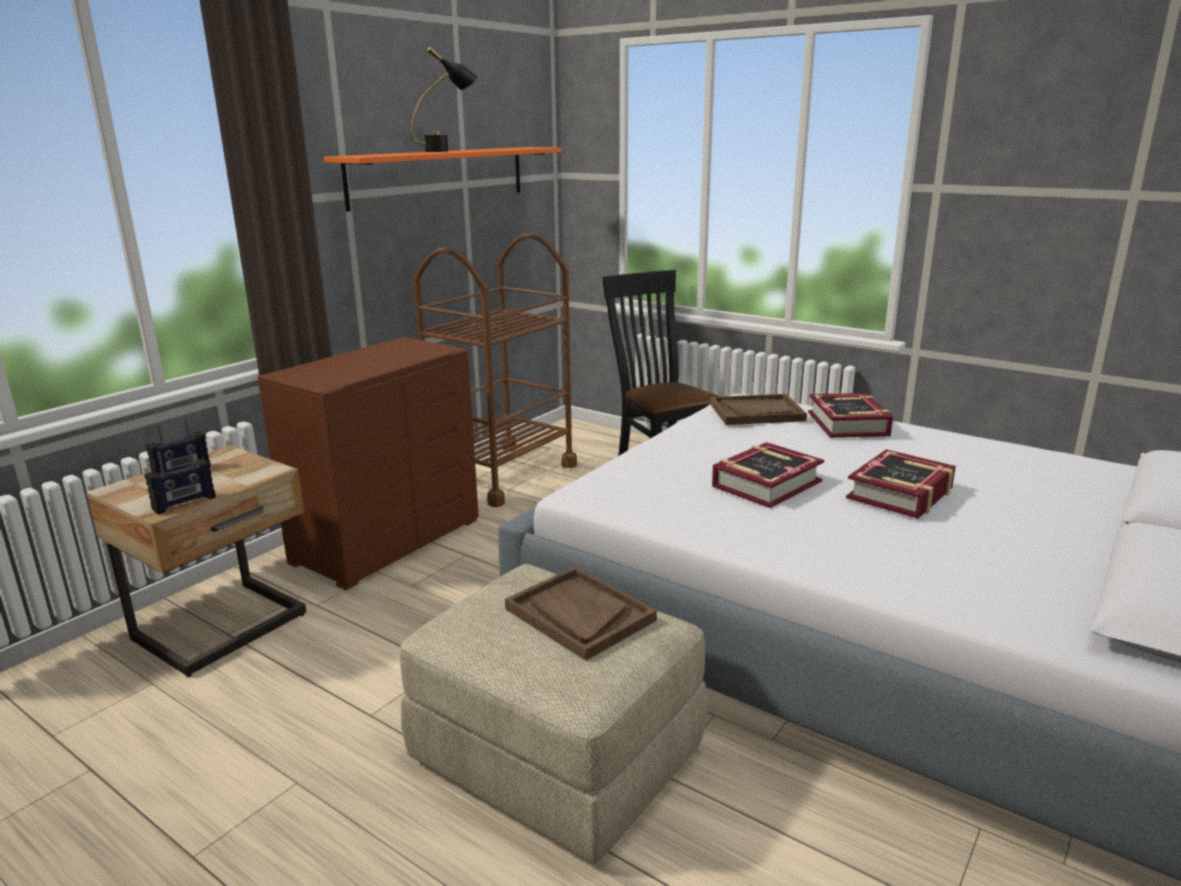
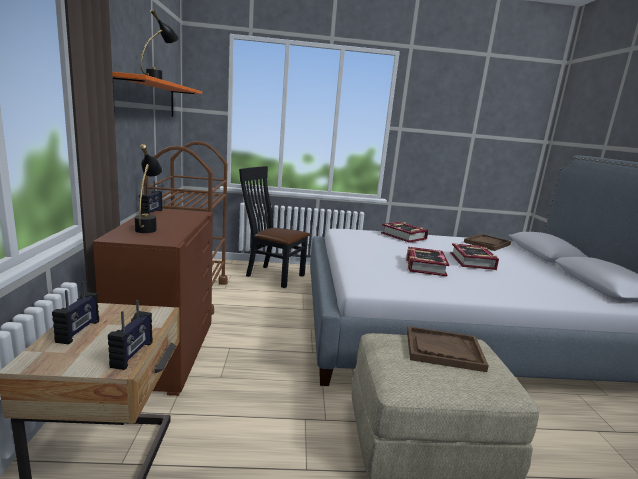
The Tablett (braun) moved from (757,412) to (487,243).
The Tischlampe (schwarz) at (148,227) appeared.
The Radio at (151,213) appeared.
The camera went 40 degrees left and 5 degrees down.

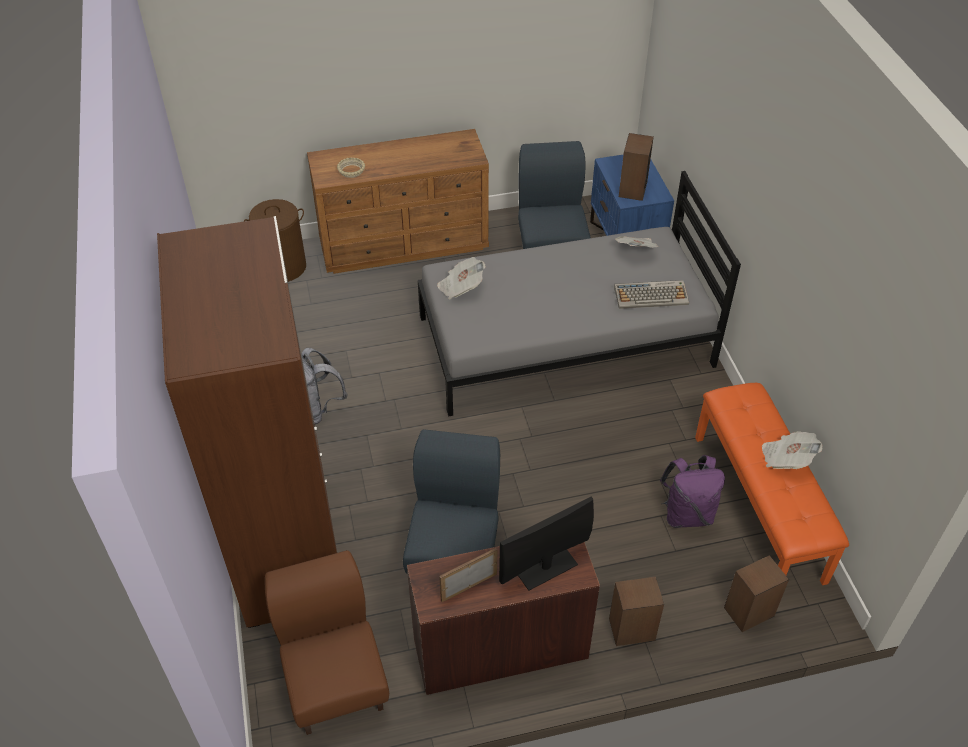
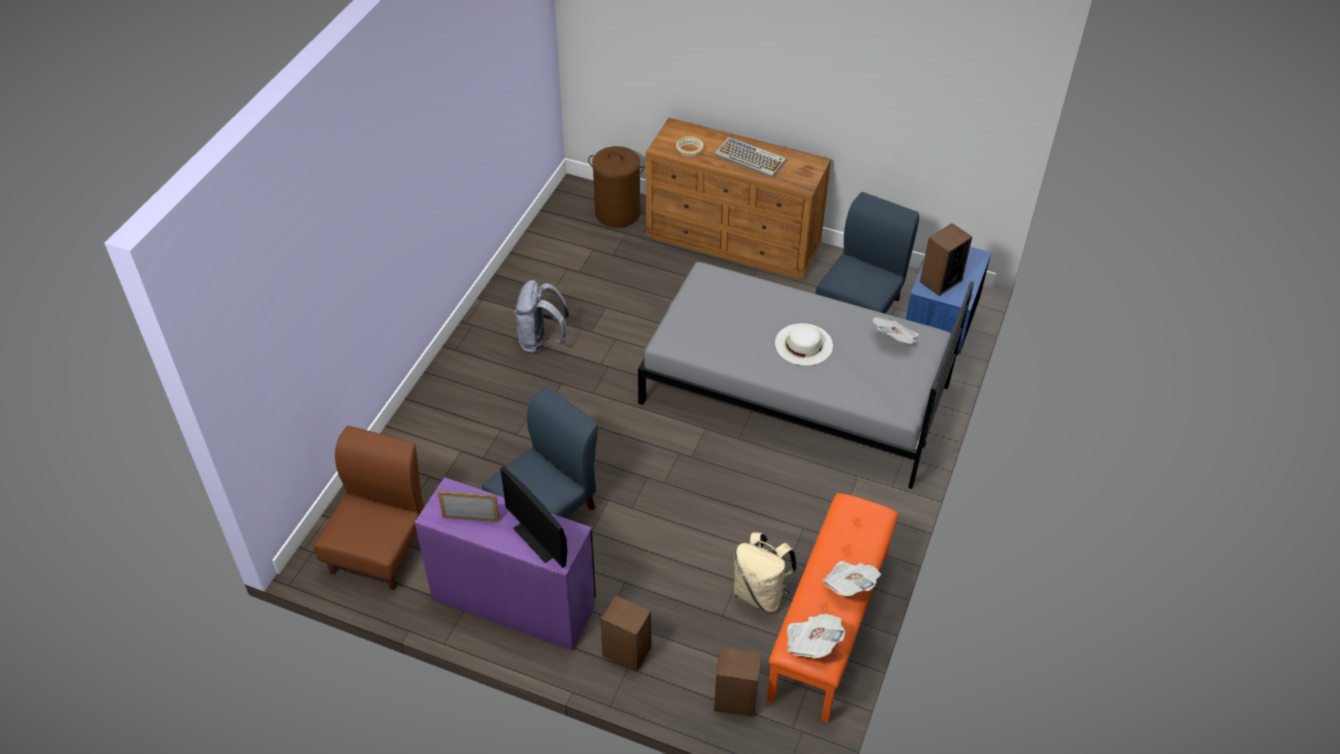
The Kleiderschrank (braun) at (287,546) disappeared.
The Schreibtisch (braun) at (499,648) became the Schreibtisch (lila) at (514,600).
The Zeitung moved from (461,287) to (812,643).
The Monitor at (546,567) turned 135 degrees counterclockwise.
The Tastatur moved from (651,295) to (751,158).
The Rucksack (lila) at (687,514) became the Rucksack (beige) at (760,593).
The Hut (weiß) at (803,344) appeared.
The camera went 35 degrees right and 0 degrees up.

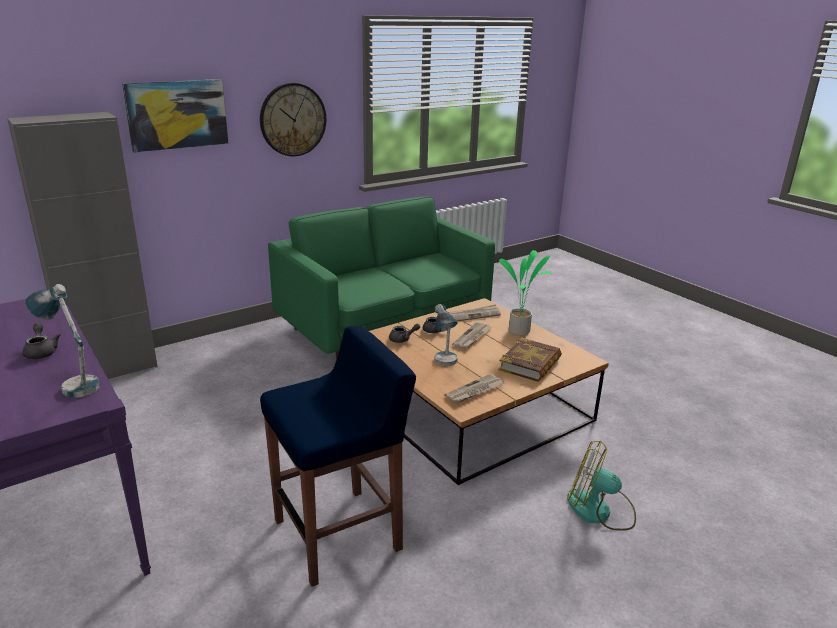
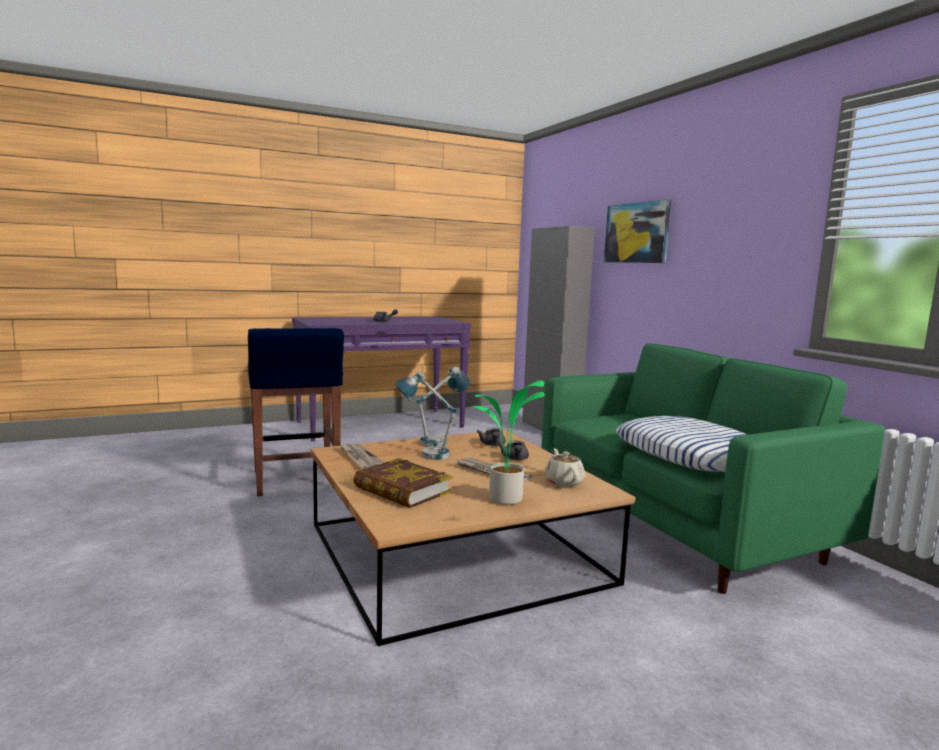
The Tischlampe moved from (73,383) to (441,441).
The Wanduhr at (293,120) disappeared.
The Zeitung at (474,315) was replaced by the Teekanne (beige) at (563,481).
The Ventilator at (599,511) disappeared.
The Kissen at (691,454) appeared.
The camera went 100 degrees right and 15 degrees down.

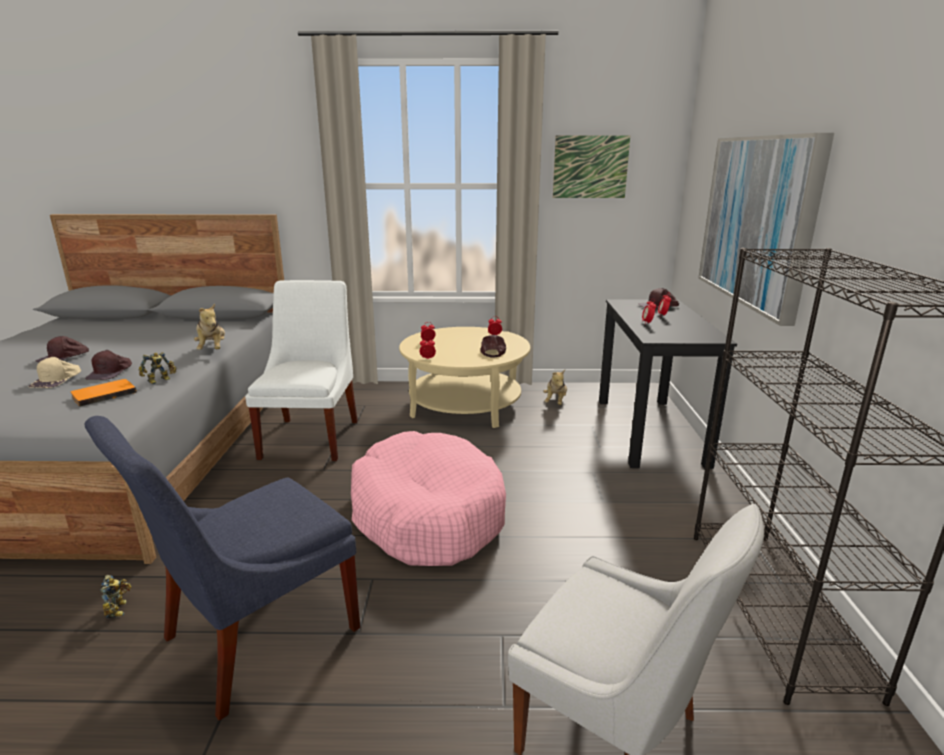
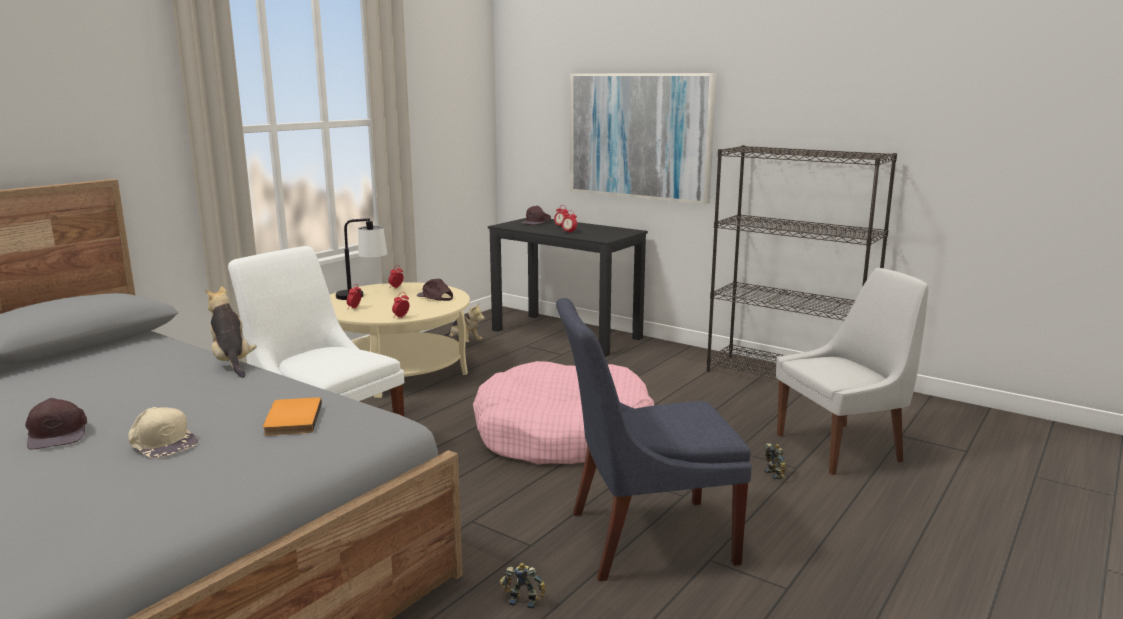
The Stuhl (blau) at (253,637) turned 90 degrees clockwise.
The Kappe (braun) at (111,372) disappeared.
The Spielzeugroboter moved from (160,380) to (776,474).
The Plüschtier at (213,349) turned 135 degrees counterclockwise.
The Bild at (590,167) disappeared.
The Tischlampe at (362,296) appeared.
The camera went 55 degrees left and 5 degrees down.

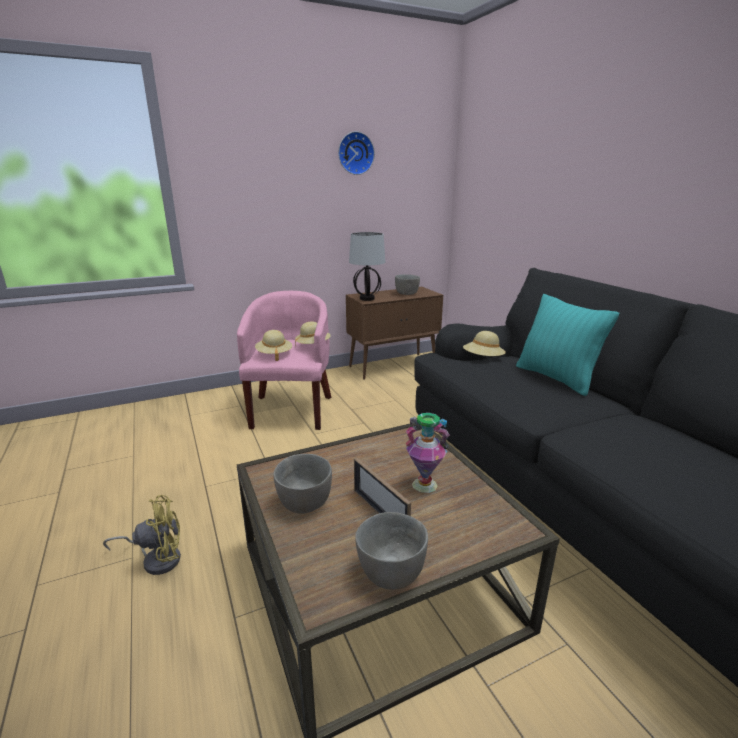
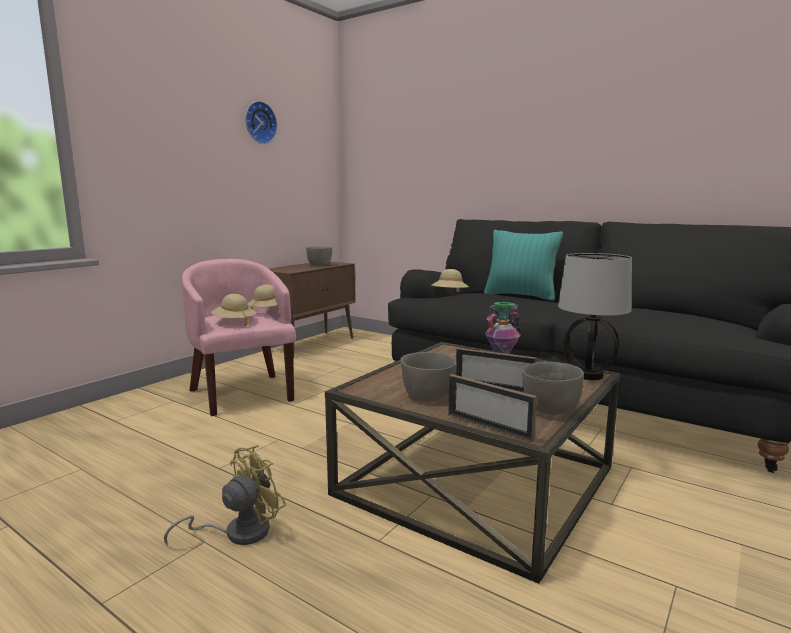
The Tischlampe moved from (367,298) to (588,375).
The Bilderrahmen at (488,427) appeared.
The camera went 30 degrees left and 10 degrees down.

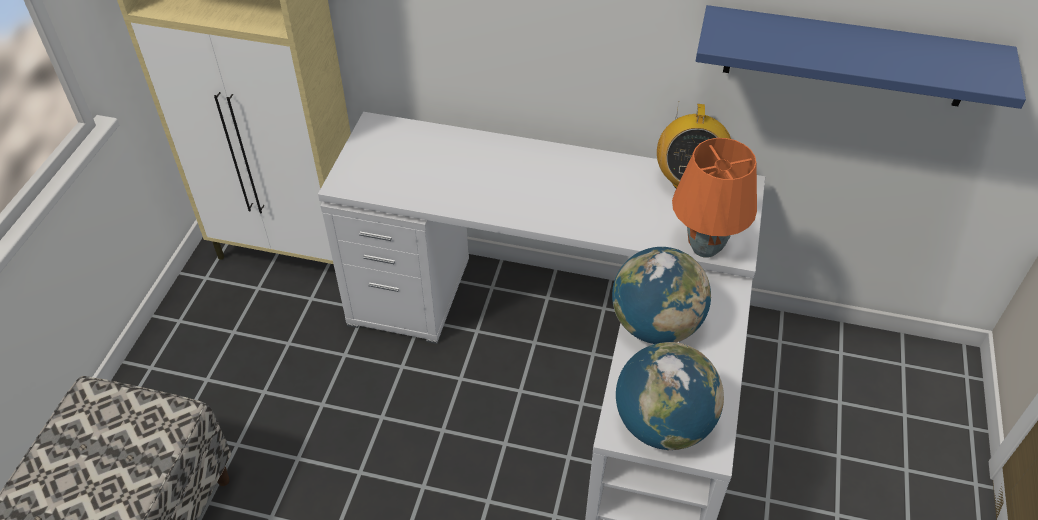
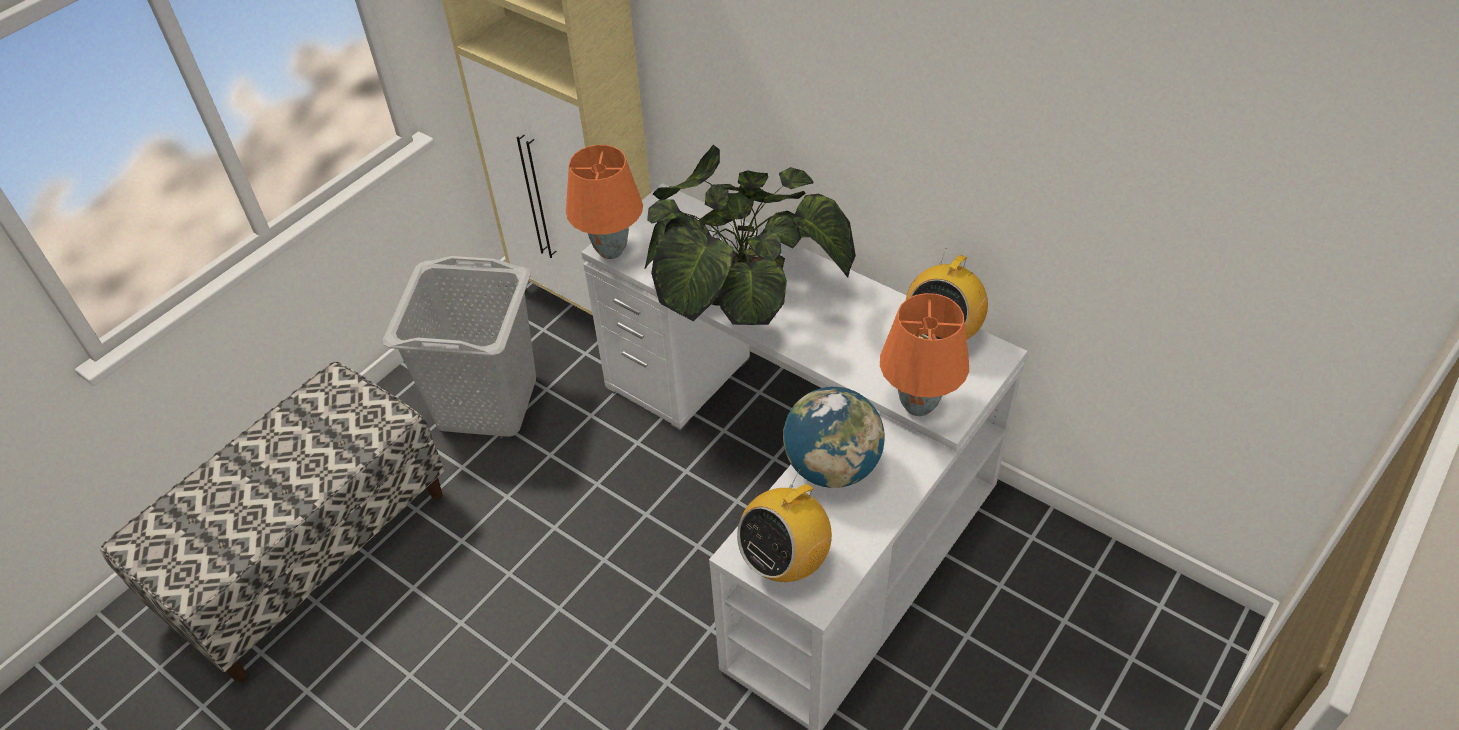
The Globus at (662,424) was replaced by the Radio at (785,561).
The Wandregal (blau) at (847,57) disappeared.
The Wäschekorb (grau) at (488,402) appeared.
The Tischlampe (orange) at (610,251) appeared.
The Topfpflanze at (740,290) appeared.
The camera went 25 degrees right and 0 degrees up.

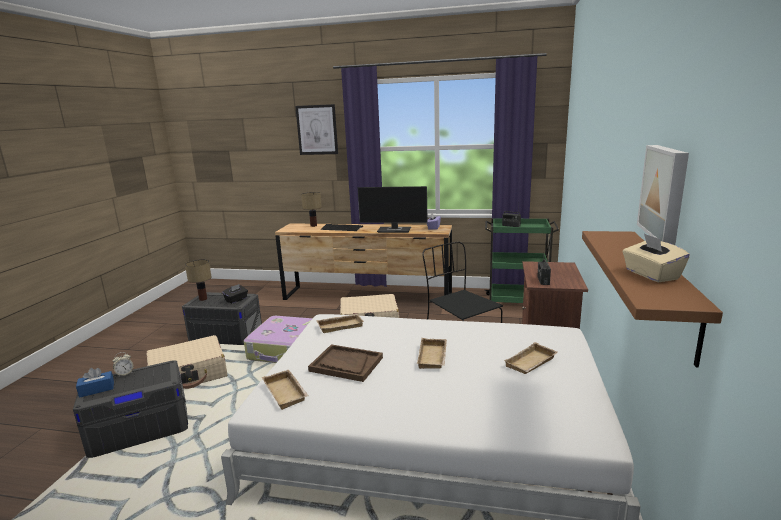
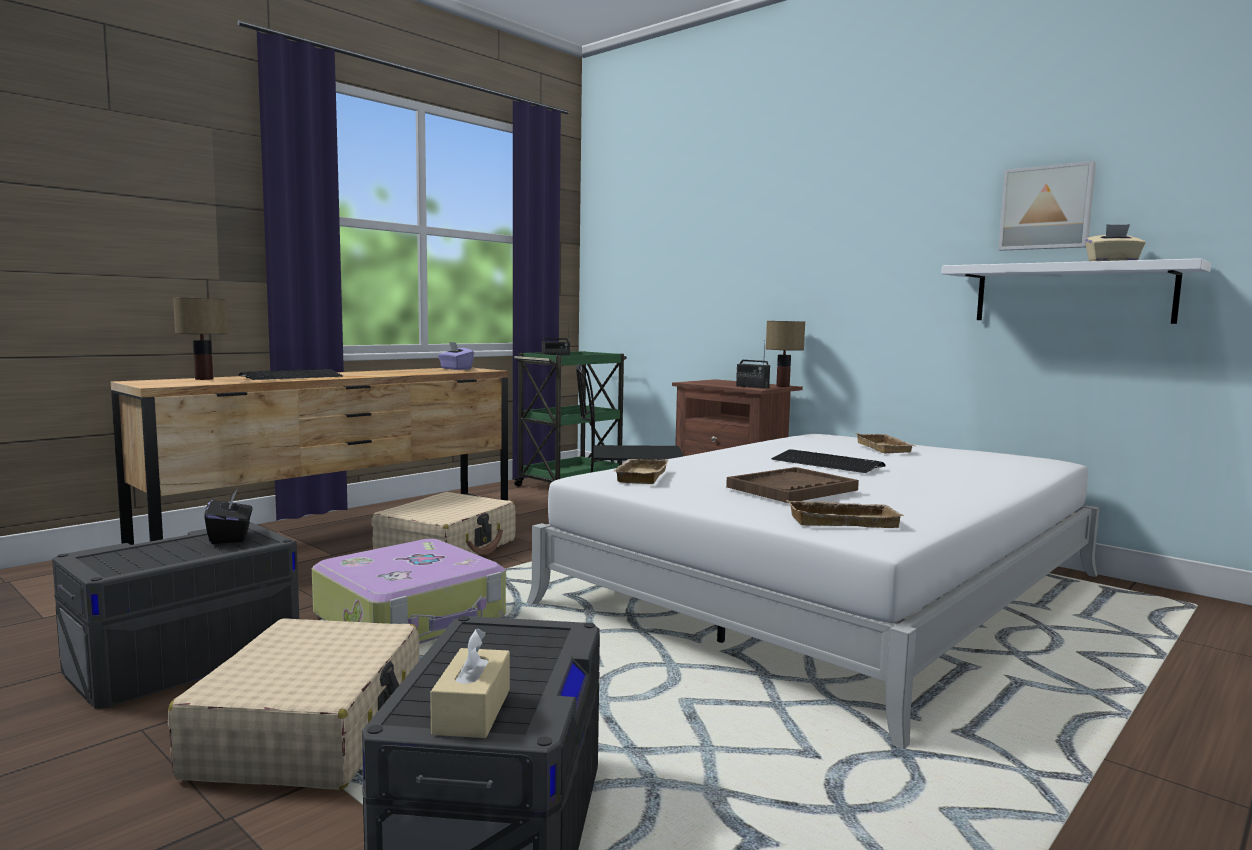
The Taschentuchbox (blau) at (97,389) became the Taschentuchbox (beige) at (472,711).
The Wecker at (125,373) disappeared.
The Tischlampe moved from (203,299) to (782,386).
The Bild at (317,130) disappeared.
The Monitor at (395,230) disappeared.
The Tablett (beige) at (433,357) was replaced by the Tastatur at (826,463).
The Wandregal (braun) at (664,290) became the Wandregal (weiß) at (1072,293).
The camera went 60 degrees left and 10 degrees down.

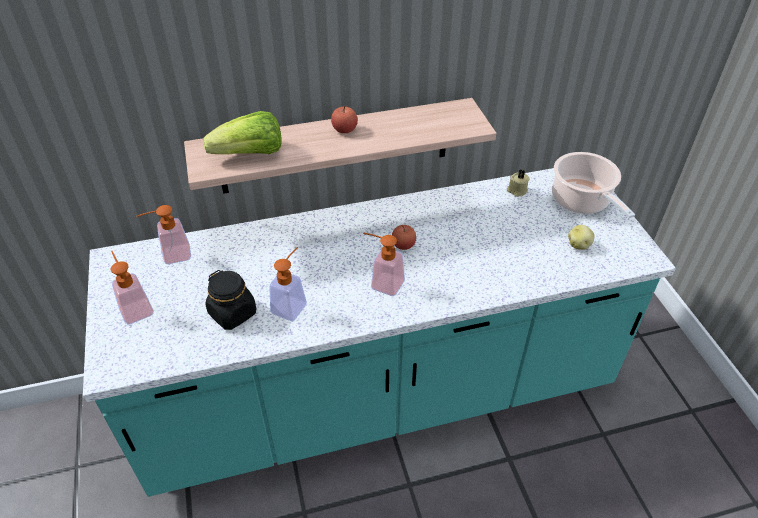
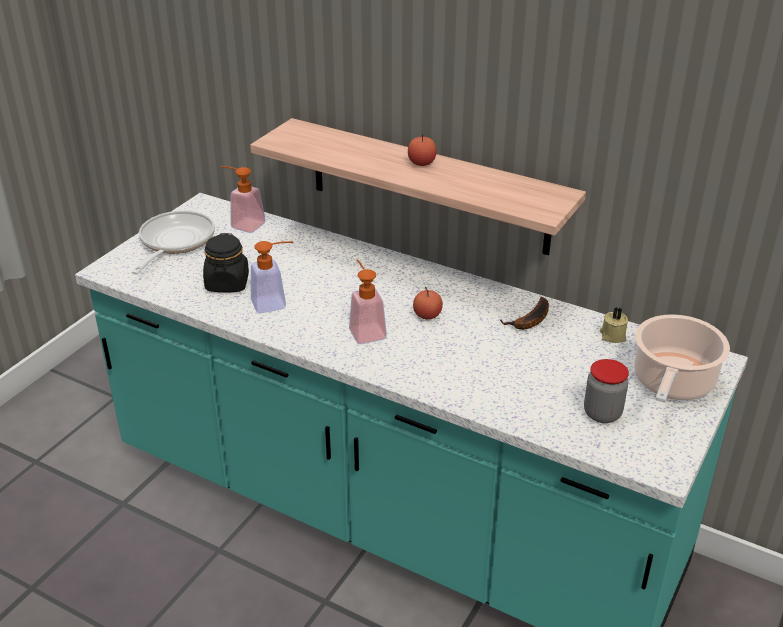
The Seifenspender at (135,307) was replaced by the Pfanne at (174,242).
The Salatkopf at (250,154) disappeared.
The Kartoffel at (579,245) was replaced by the Vorratsglas at (602,413).
The Banane at (530,321) appeared.
The camera went 45 degrees right and 10 degrees down.

